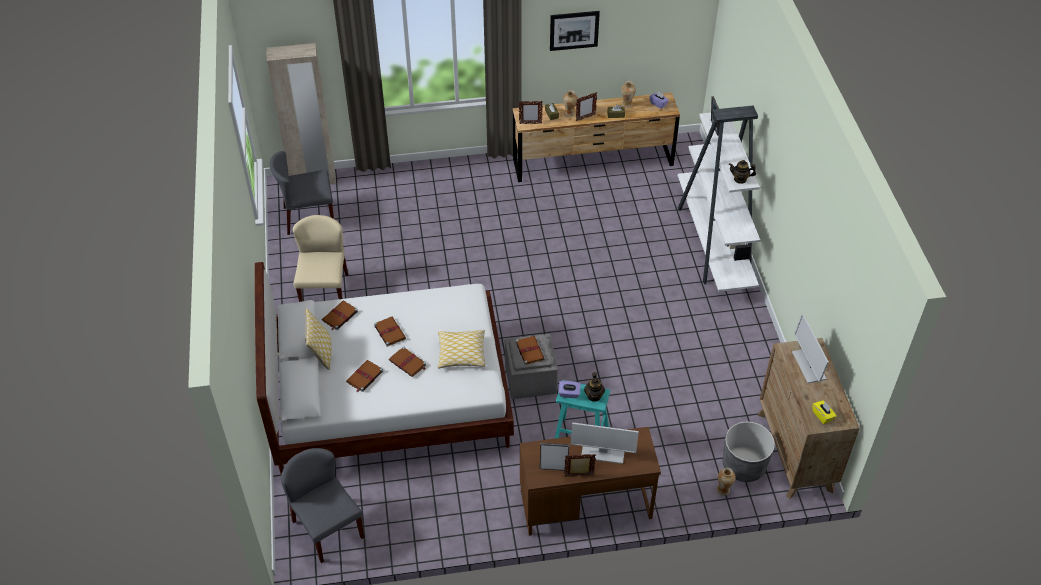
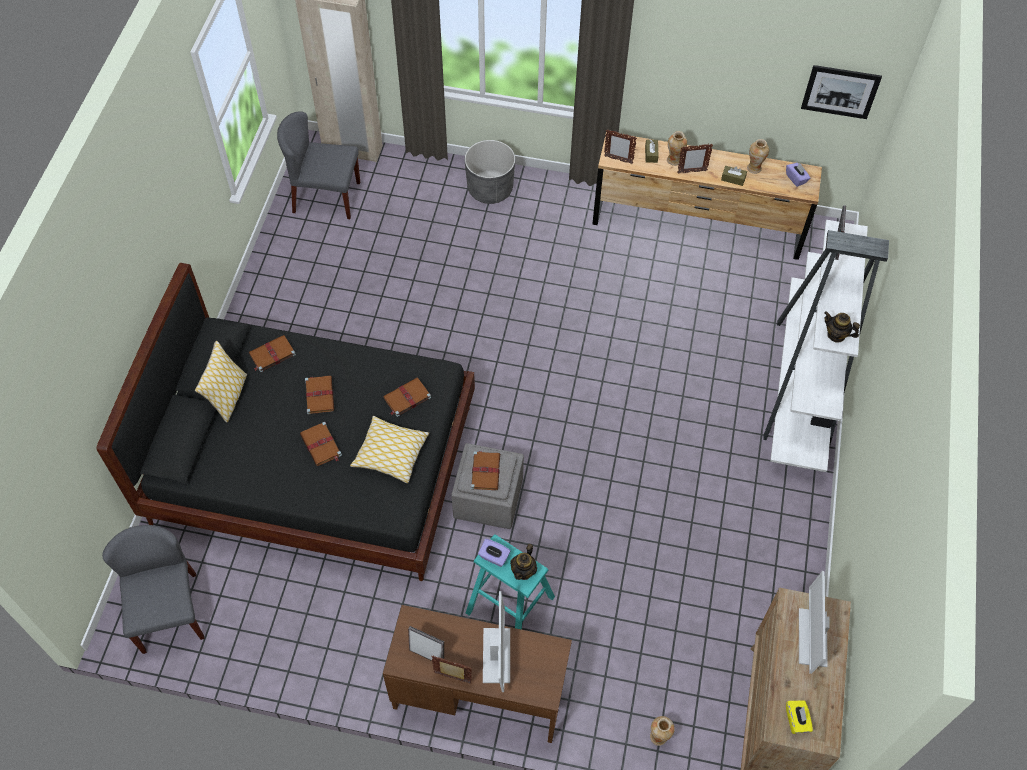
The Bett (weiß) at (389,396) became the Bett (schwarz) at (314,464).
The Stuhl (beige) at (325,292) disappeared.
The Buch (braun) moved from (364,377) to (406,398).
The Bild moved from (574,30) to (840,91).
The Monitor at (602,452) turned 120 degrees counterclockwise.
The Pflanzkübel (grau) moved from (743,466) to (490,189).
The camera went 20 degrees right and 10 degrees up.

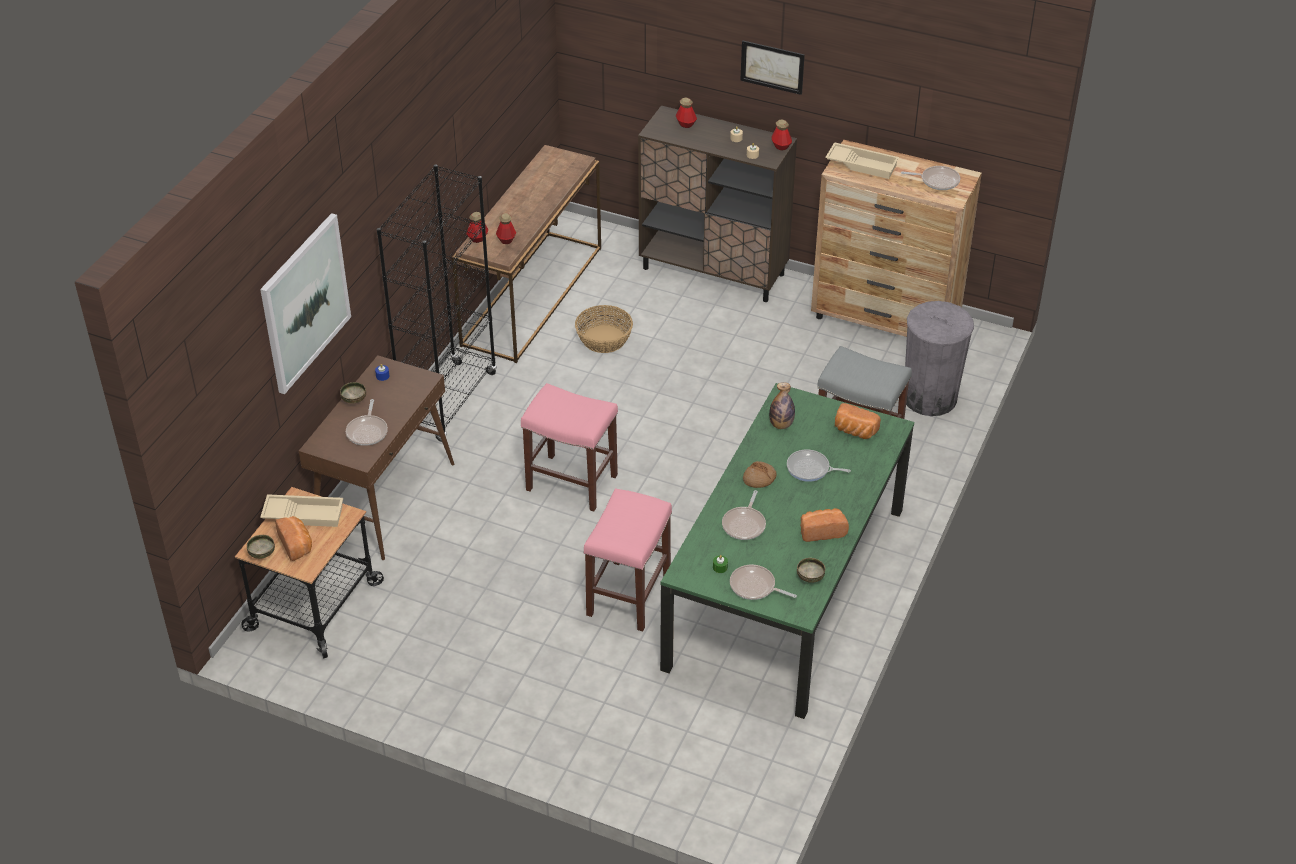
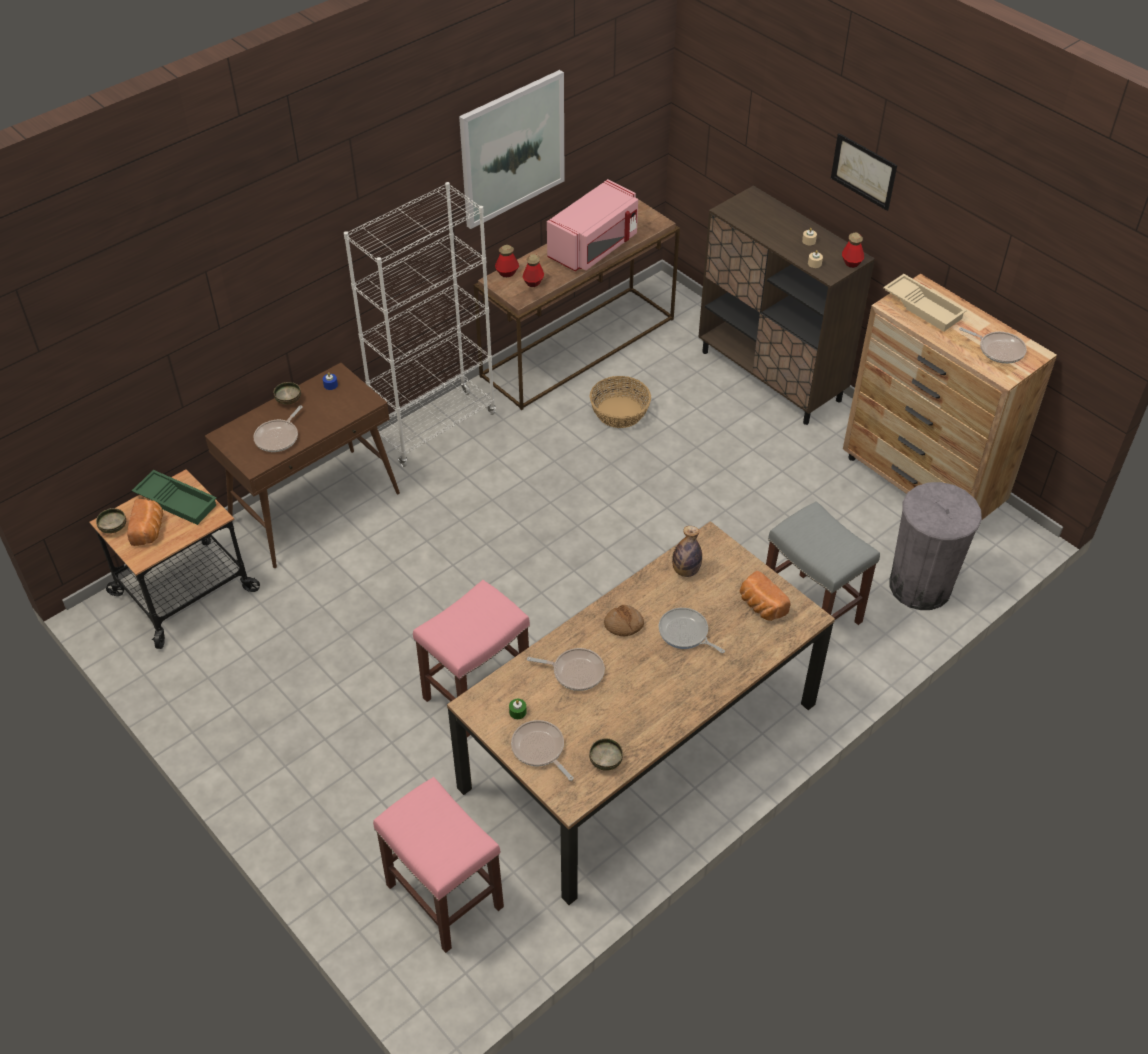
The Bild moved from (305,302) to (512,149).
The Tablett (beige) at (304,514) became the Tablett (grün) at (177,501).
The Bücherregal (schwarz) at (449,401) became the Bücherregal (weiß) at (435,428).
The Hocker (rosa) moved from (570,482) to (443,895).
The Esstisch (grün) at (786,588) became the Esstisch (braun) at (639,746).
The Flasche at (686,124) disappeared.
The Pfanne at (744,524) turned 120 degrees counterclockwise.
The Brot at (821,531) disappeared.
The Mikrowelle (rosa) at (594,247) appeared.
The camera went 25 degrees right and 5 degrees up.

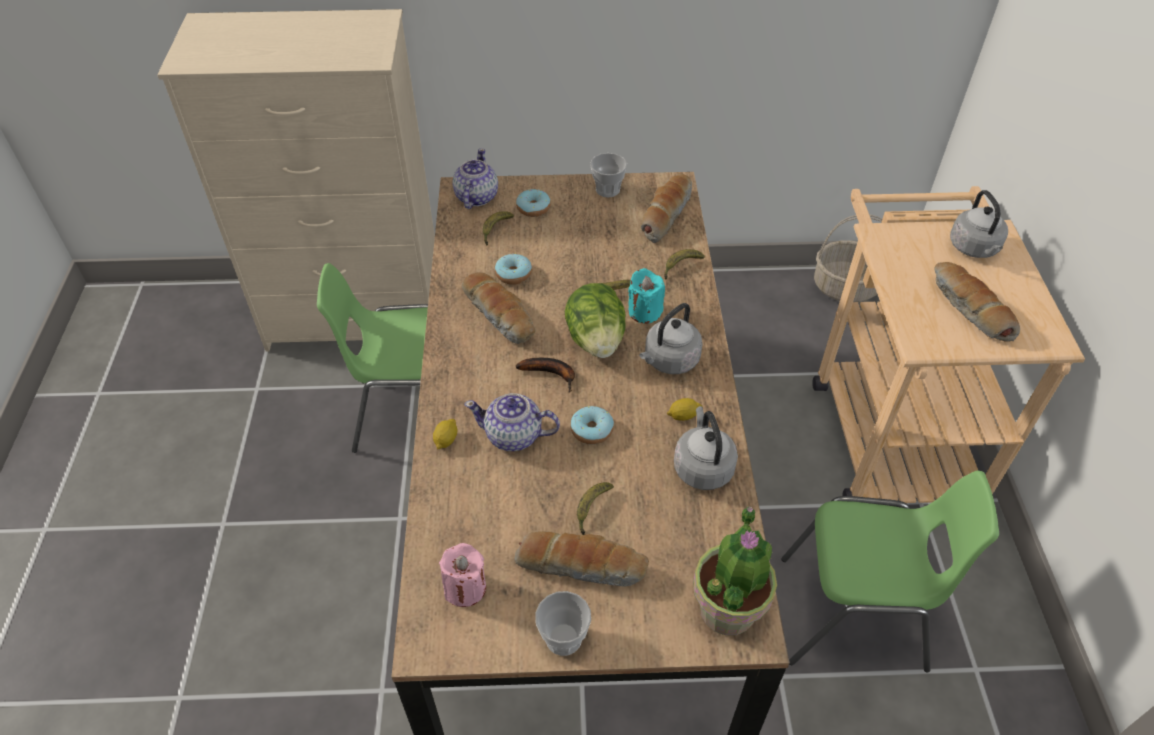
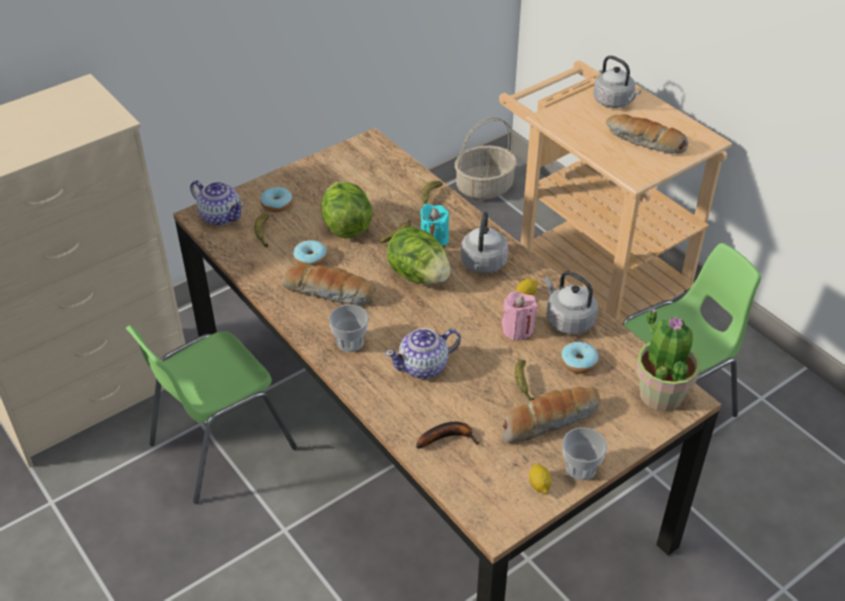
The Zitrone moved from (446,440) to (539,485).
The Kerze (rosa) moved from (465,588) to (517,329).
The Teekanne at (476,197) turned 150 degrees clockwise.
The Banane moved from (552,374) to (448,437).
The Donut moved from (592,430) to (578,362).
The Tasse moved from (607,189) to (350,342).
The Brot at (665,214) disappeared.
The Salatkopf at (346,226) appeared.
The camera went 35 degrees left and 5 degrees down.

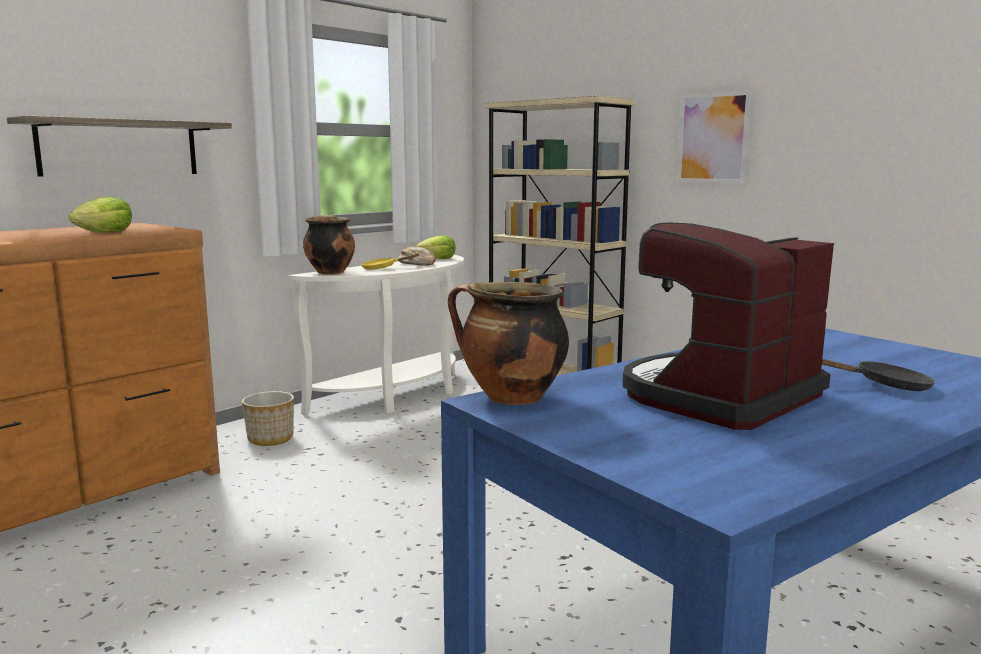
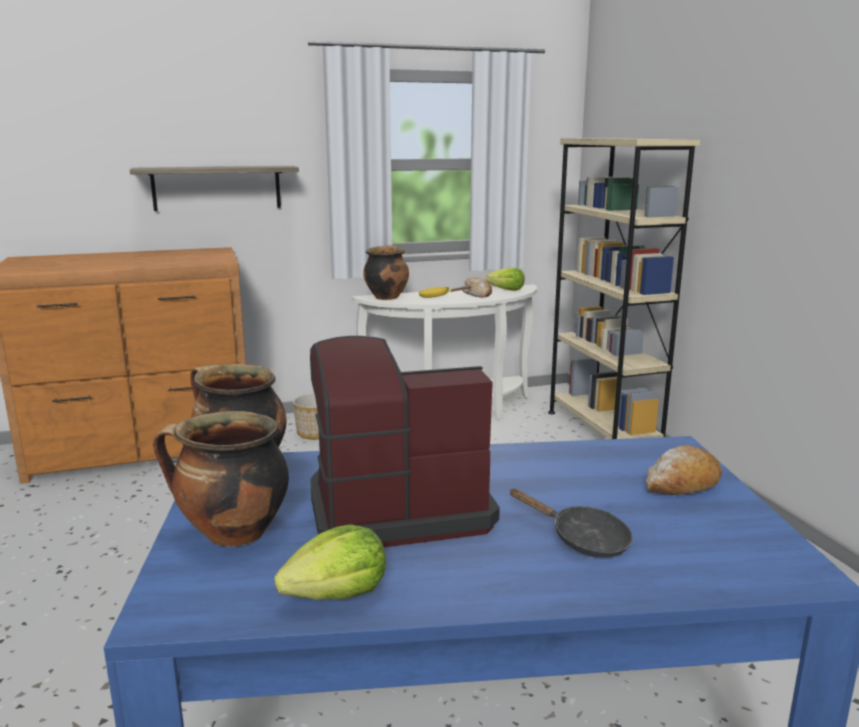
The Salatkopf moved from (105,233) to (338,594).
The Bild at (713,138) disappeared.
The Kochtopf at (232,534) appeared.
The Brot at (682,483) appeared.
The camera went 30 degrees right and 5 degrees up.

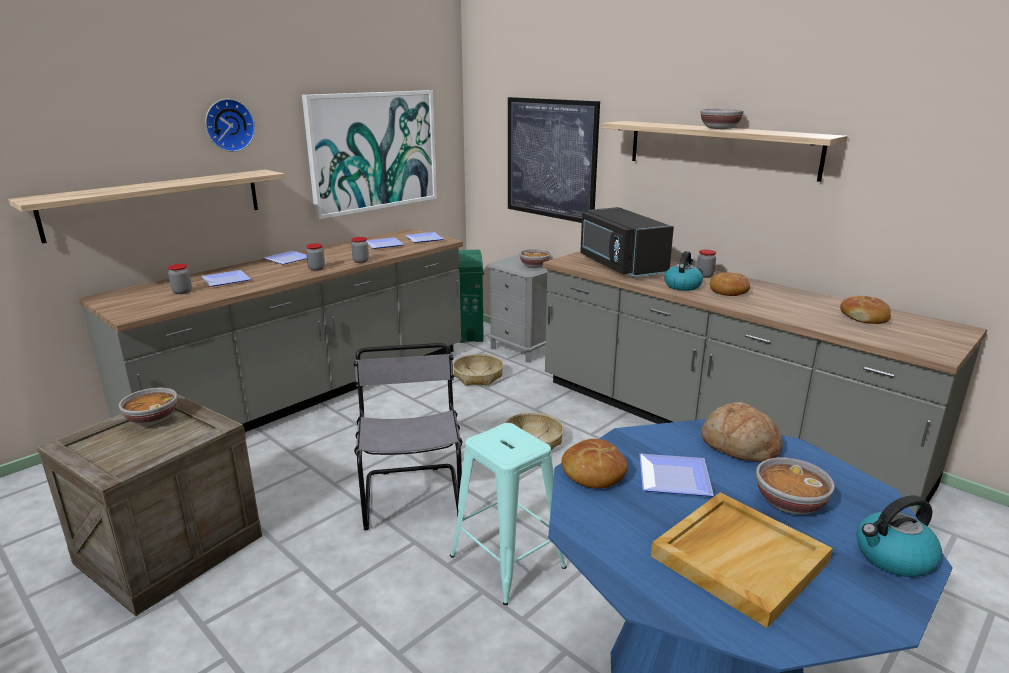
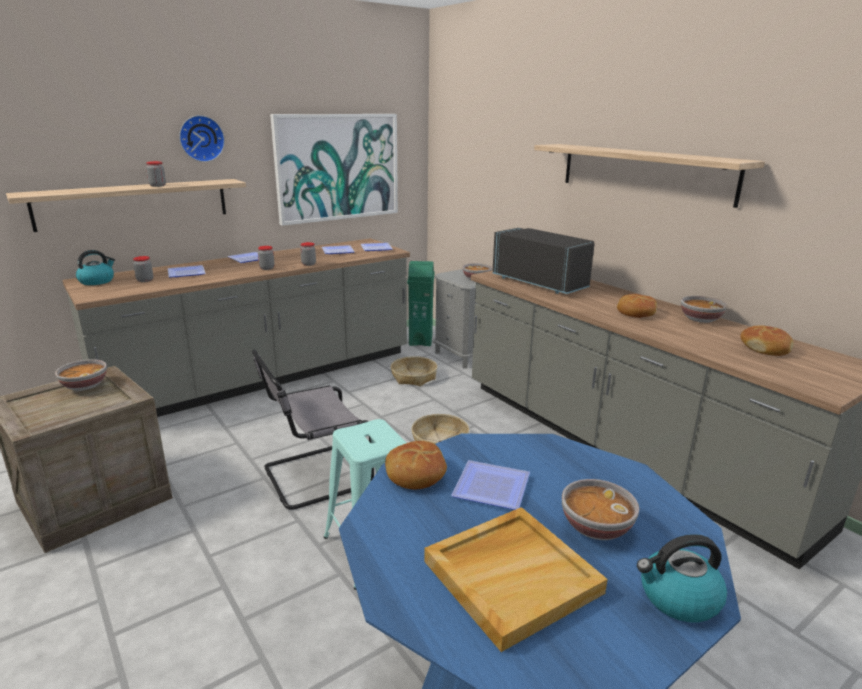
The Stuhl (grau) at (412,494) turned 120 degrees counterclockwise.
The Bild at (551,159) disappeared.
The Mikrowelle (schwarz) at (620,266) turned 150 degrees clockwise.
The Wasserkessel moved from (682,286) to (97,281).
The Vorratsglas moved from (704,275) to (158,185).
The Schüssel moved from (719,128) to (699,319).
The Brot at (739,446) disappeared.
The camera went 10 degrees right and 0 degrees up.

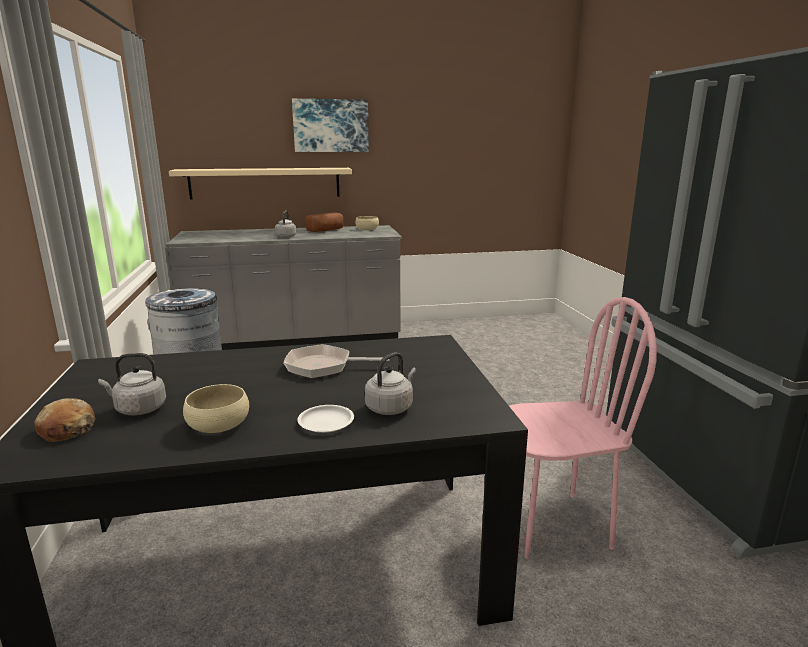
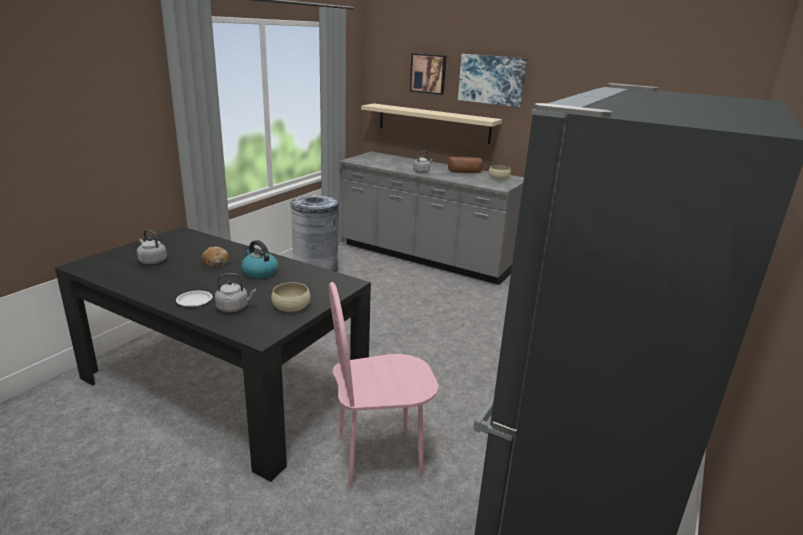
The Brot moved from (67,430) to (215,262).
The Schüssel (beige) moved from (219,424) to (291,306).
The Pfanne at (323,366) was replaced by the Wasserkessel at (259,272).
The Stuhl (rosa) at (552,525) turned 135 degrees clockwise.
The Bild at (428,73) appeared.
The camera went 40 degrees right and 5 degrees up.

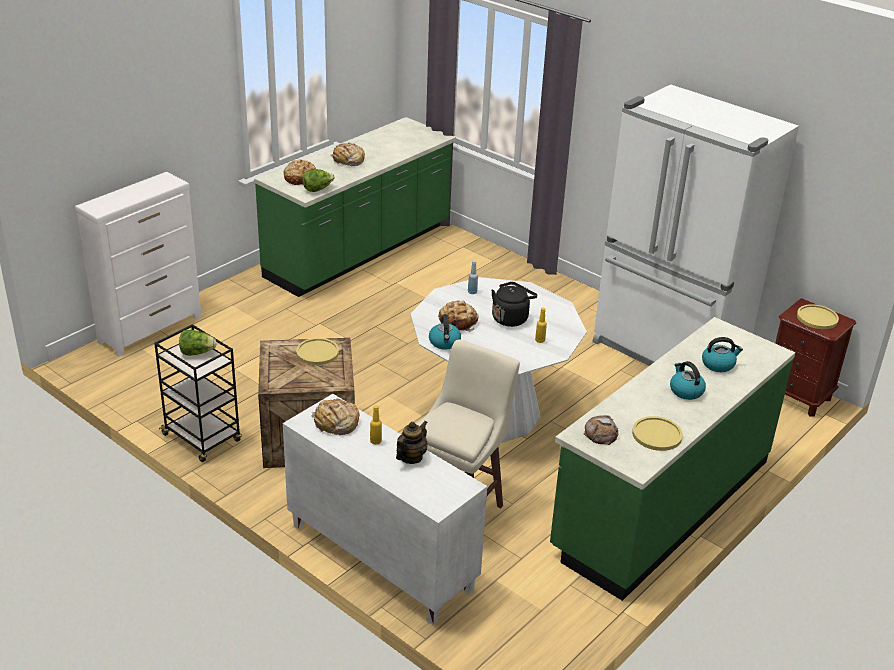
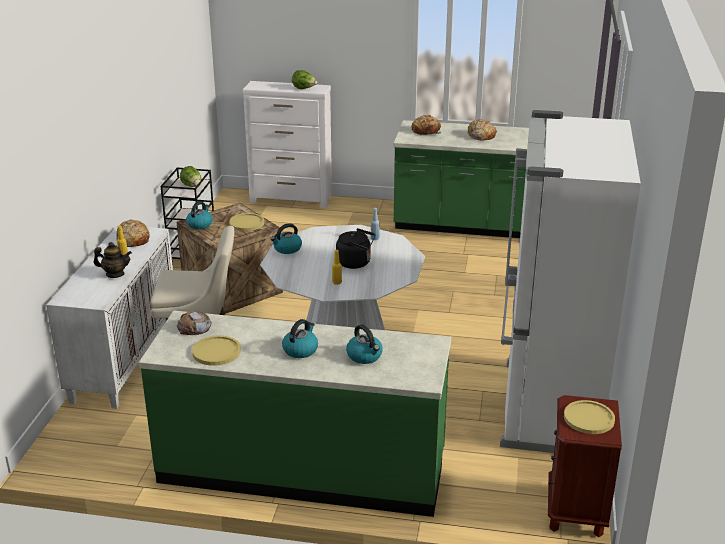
The Salatkopf moved from (317,189) to (304,89).
The Brot at (458,322) disappeared.
The Wasserkessel at (200,224) appeared.
The camera went 60 degrees right and 5 degrees down.

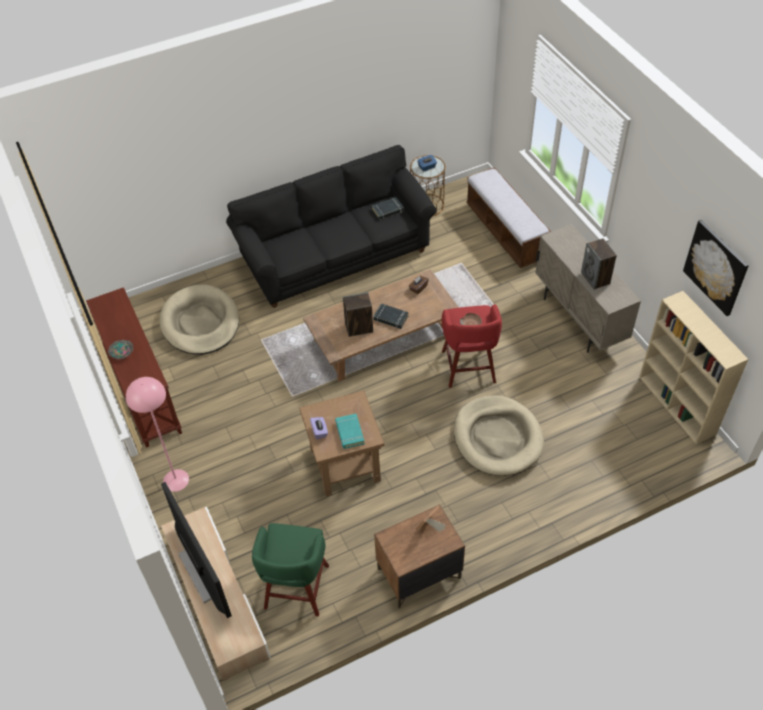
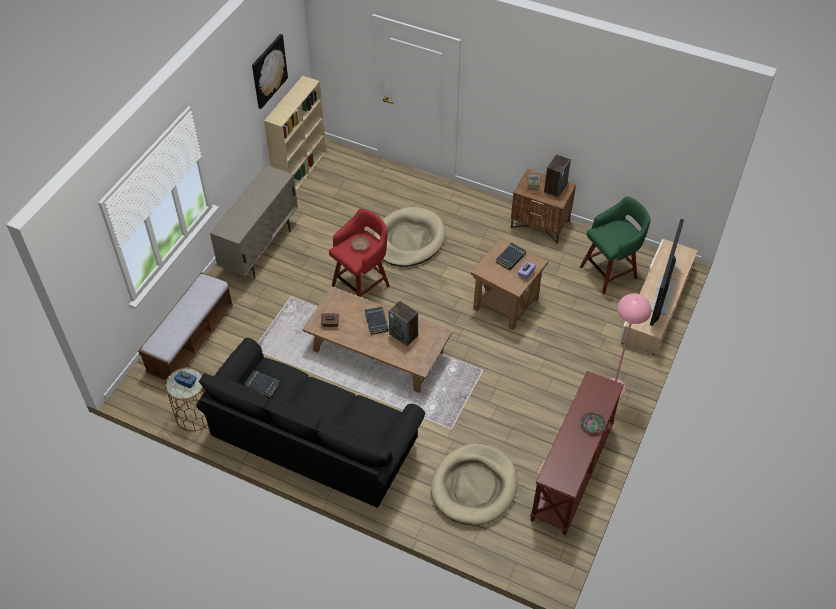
The Buch (türkis) at (349,433) became the Buch (schwarz) at (511,258).
The Lautsprecher moved from (595,278) to (555,188).
The camera went 130 degrees left and 0 degrees up.

